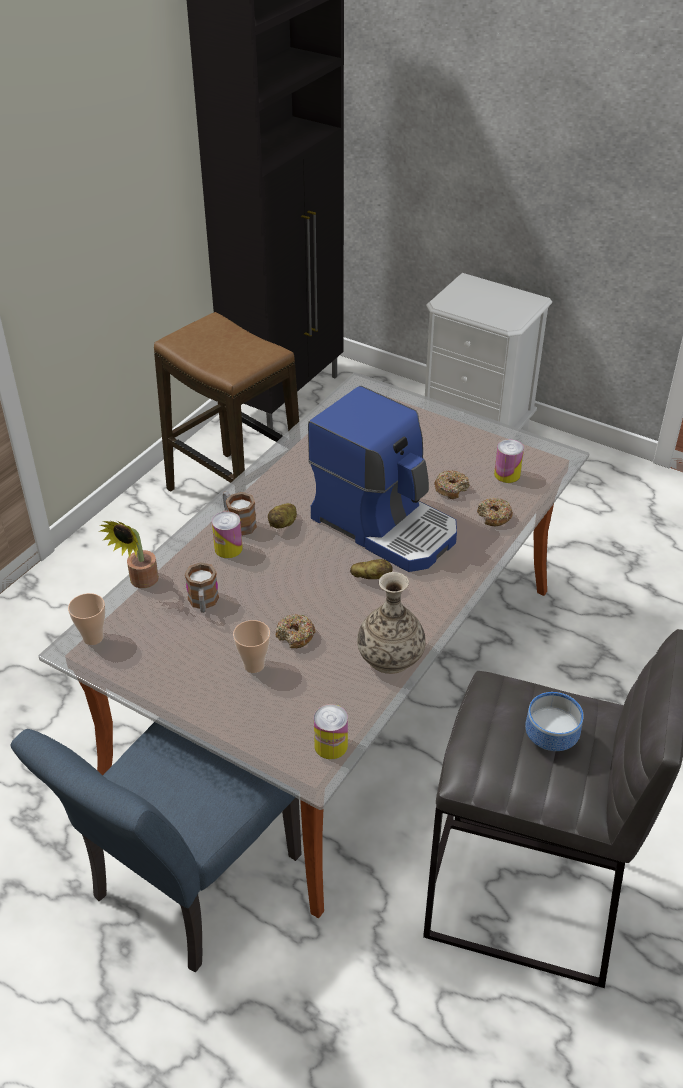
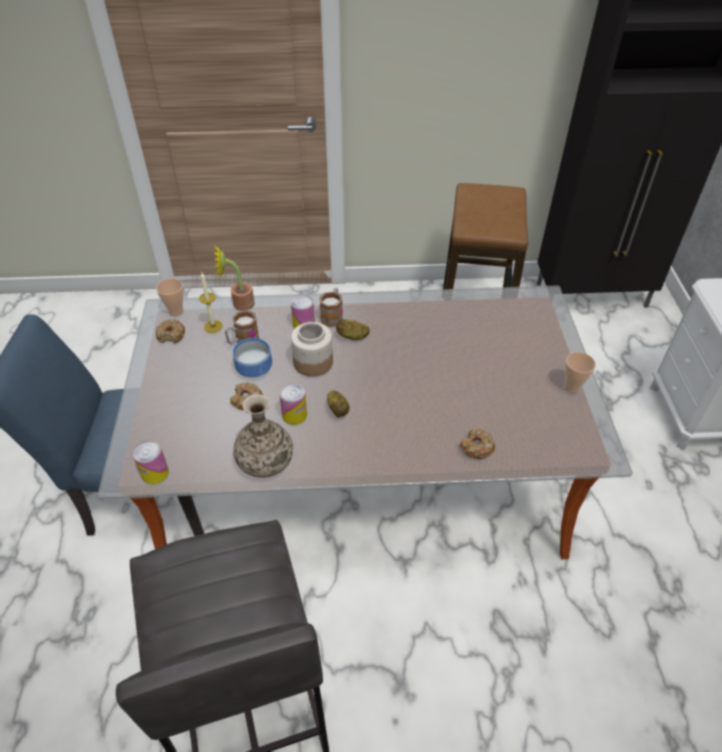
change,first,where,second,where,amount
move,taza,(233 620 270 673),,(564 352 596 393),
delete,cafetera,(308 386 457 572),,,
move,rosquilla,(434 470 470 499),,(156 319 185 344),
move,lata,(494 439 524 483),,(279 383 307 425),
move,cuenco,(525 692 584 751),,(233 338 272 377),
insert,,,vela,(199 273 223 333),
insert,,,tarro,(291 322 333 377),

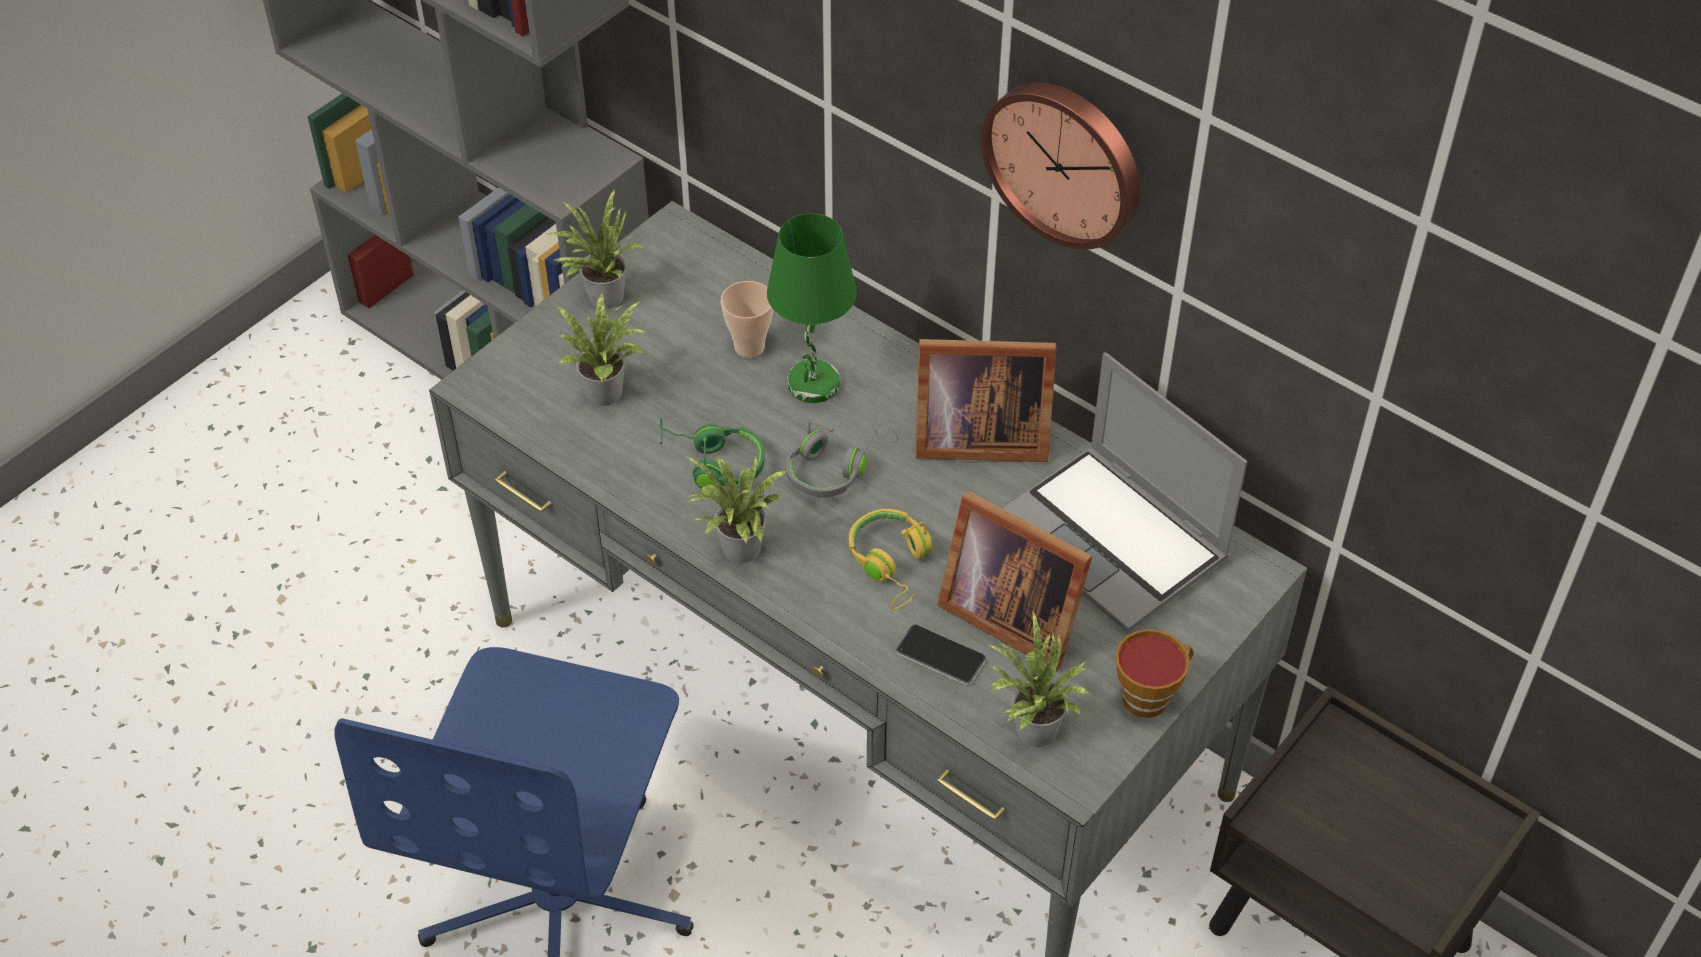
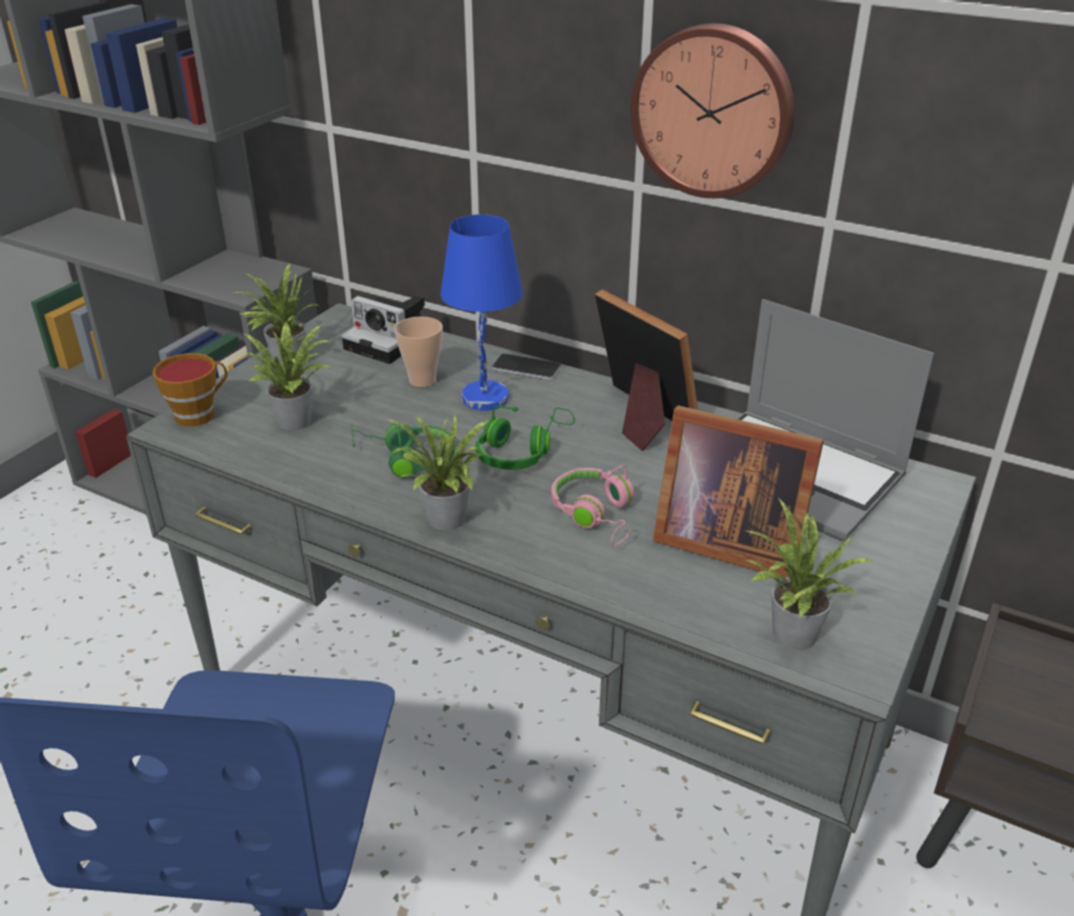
change,first,where,second,where,amount
recolor,lámpara de mesa [verde],(767 213 857 403),lámpara de mesa [azul],(440 214 523 411),
recolor,auriculares [gris],(786 421 898 498),auriculares [verde],(476 406 575 470),
recolor,auriculares [amarillo],(849 509 933 610),auriculares [rosa],(551 465 634 546),
move,móvil,(896 624 986 685),,(492 353 561 380),
rotate,portarretratos,(915 339 1056 462),,(595 289 698 451),120 degrees counterclockwise
move,taza,(1115 629 1194 718),,(152 353 228 427),
insert,,,cámara,(342 296 425 364),

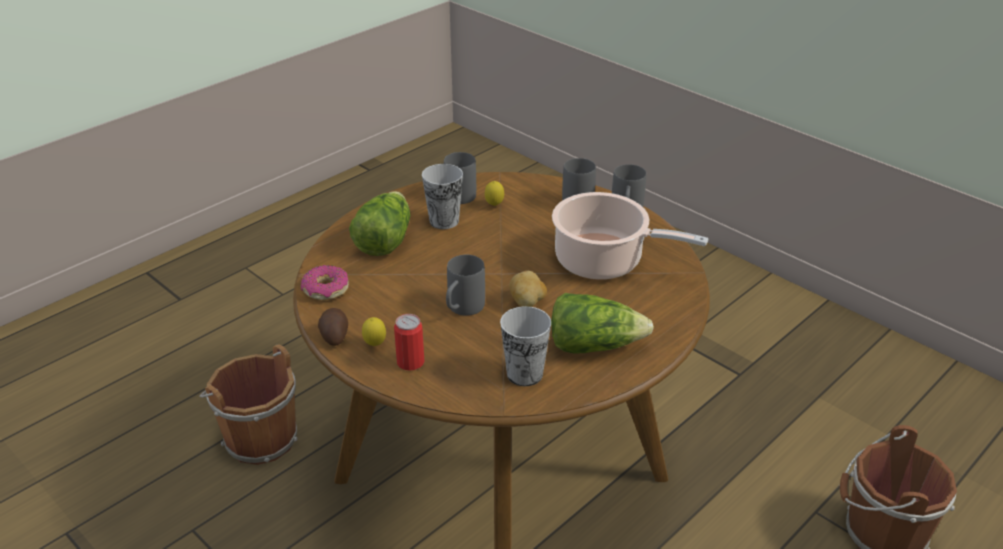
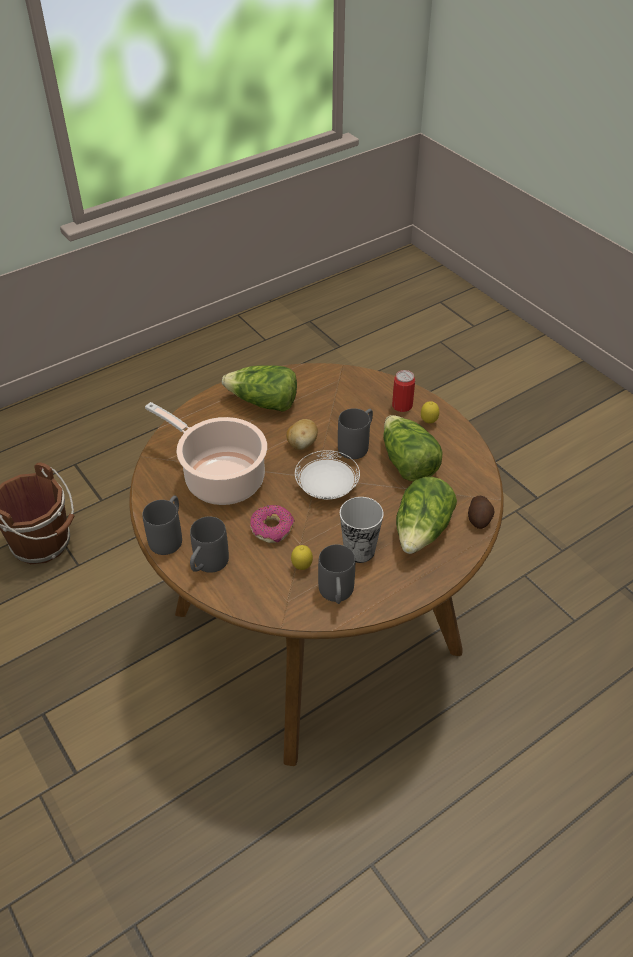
change,first,where,second,where,amount
delete,cubo [marrón],(199 344 298 465),,,
move,rosquilla,(301 265 349 300),,(250 505 295 543),
move,patata,(318 308 348 346),,(468 496 494 529),
delete,taza,(500 306 551 386),,,
insert,,,plato [blanco],(295 450 360 499),
insert,,,lechuga,(383 415 443 482),

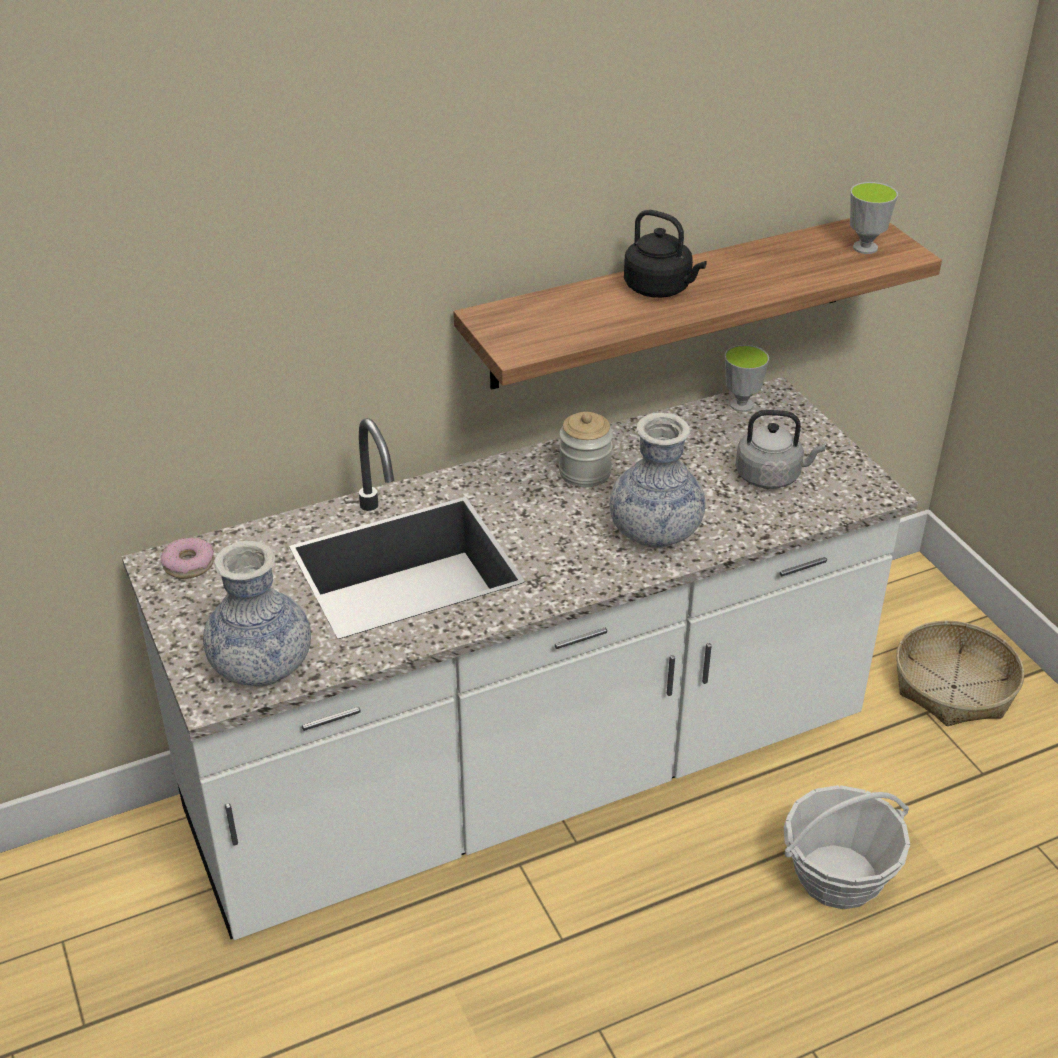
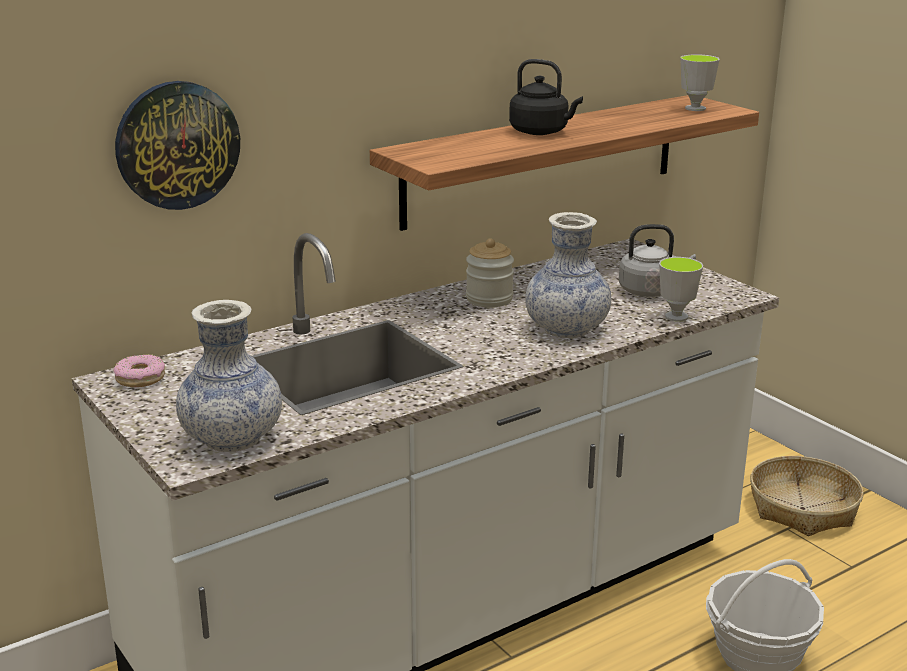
change,first,where,second,where,amount
move,taza,(725 345 769 412),,(659 257 703 322),
insert,,,reloj de pared,(115 81 240 210),

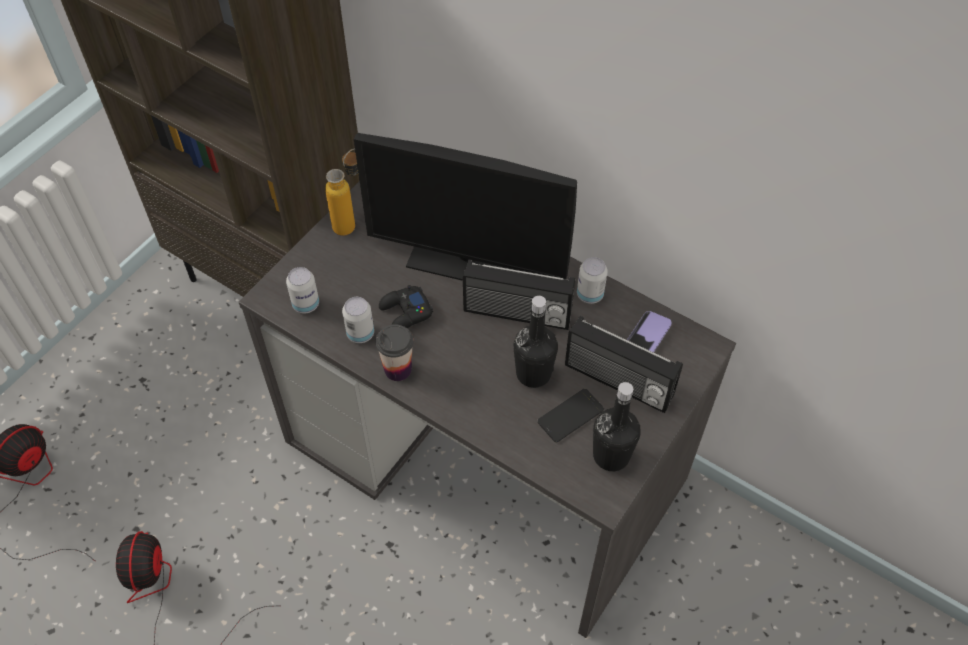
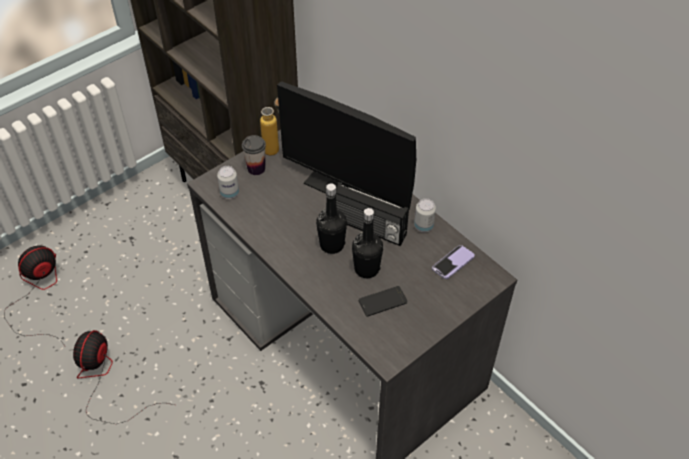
change,first,where,second,where,amount
delete,lata,(342 297 374 343),,,
move,taza,(376 324 413 381),,(242 135 266 175),
delete,mando de consola [negro],(379 285 433 328),,,
delete,radio,(565 316 683 413),,,
move,botella [negro],(593 382 640 471),,(316 184 347 254),

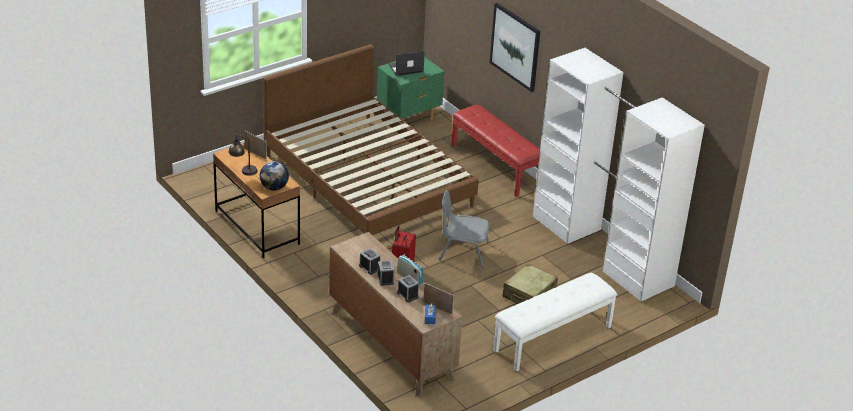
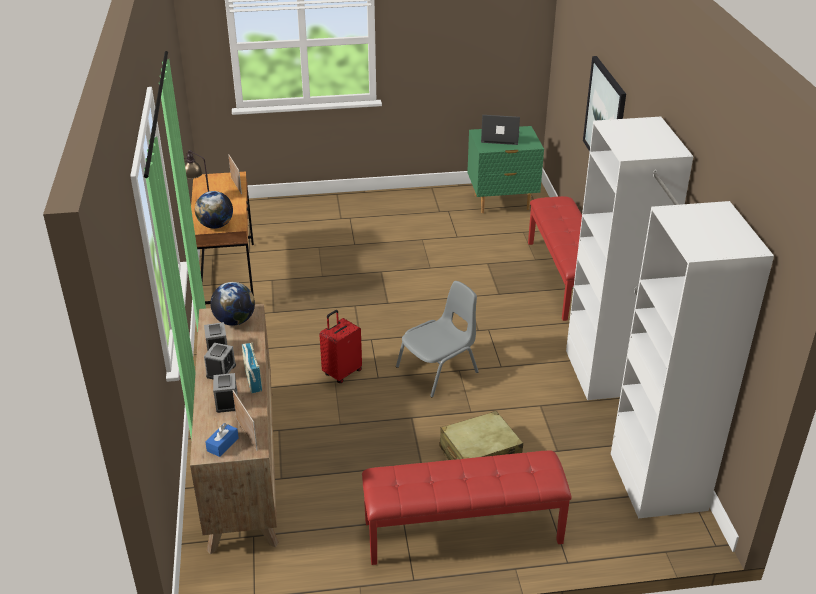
change,first,where,second,where,amount
delete,cama [marrón],(263 44 479 235),,,
rotate,silla [gris],(439 190 489 267),,(396 281 479 397),105 degrees clockwise
recolor,banco [blanco],(493 273 617 371),banco [rojo],(362 451 572 565),
insert,,,globo terráqueo,(210 282 255 326),

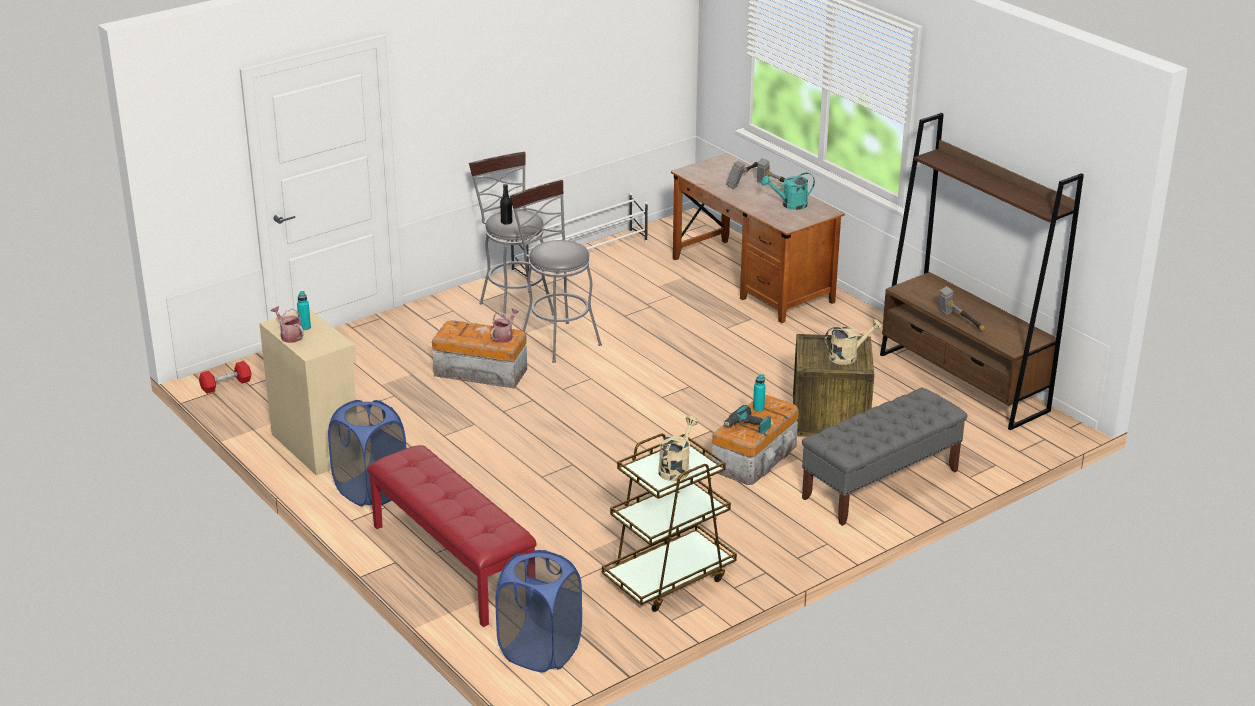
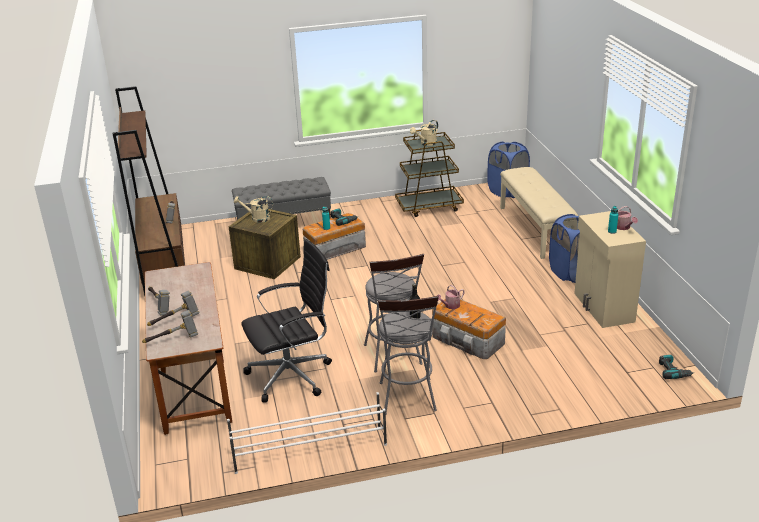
change,first,where,second,where,amount
replace,mancuerna [rojo],(199 361 252 394),taladro,(659 355 694 379),
recolor,banco [rojo],(367 445 537 627),banco [beis],(500 167 578 259),
delete,regadera [turquesa],(762 172 815 210),,,
insert,,,martillo,(142 310 198 343),
insert,,,silla de oficina [negro],(241 239 332 403),

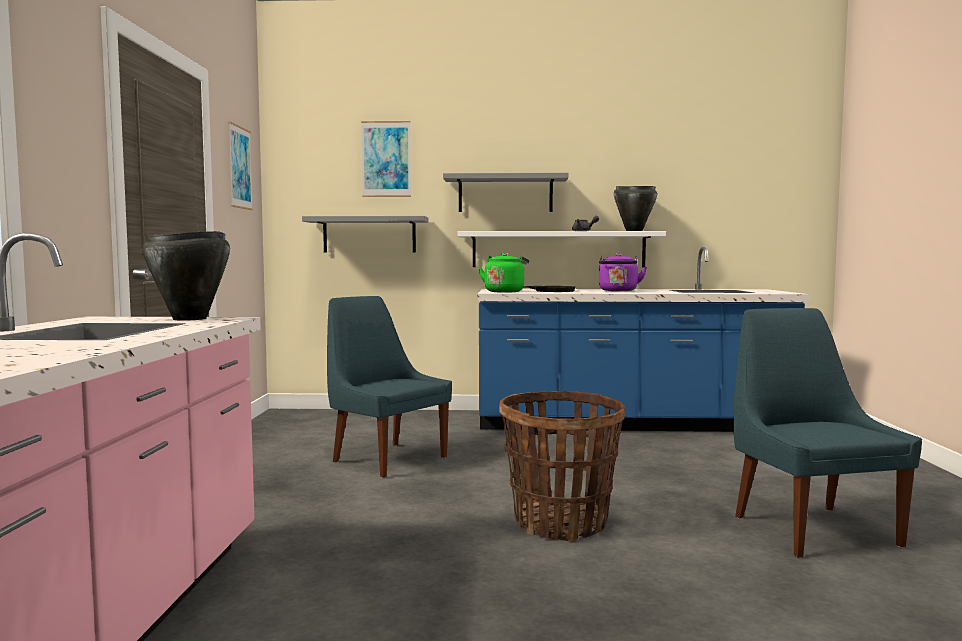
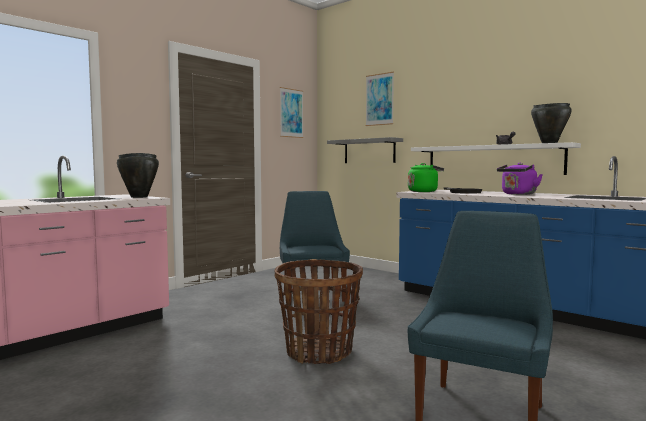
change,first,where,second,where,amount
delete,estante [gris],(443 173 569 212),,,

